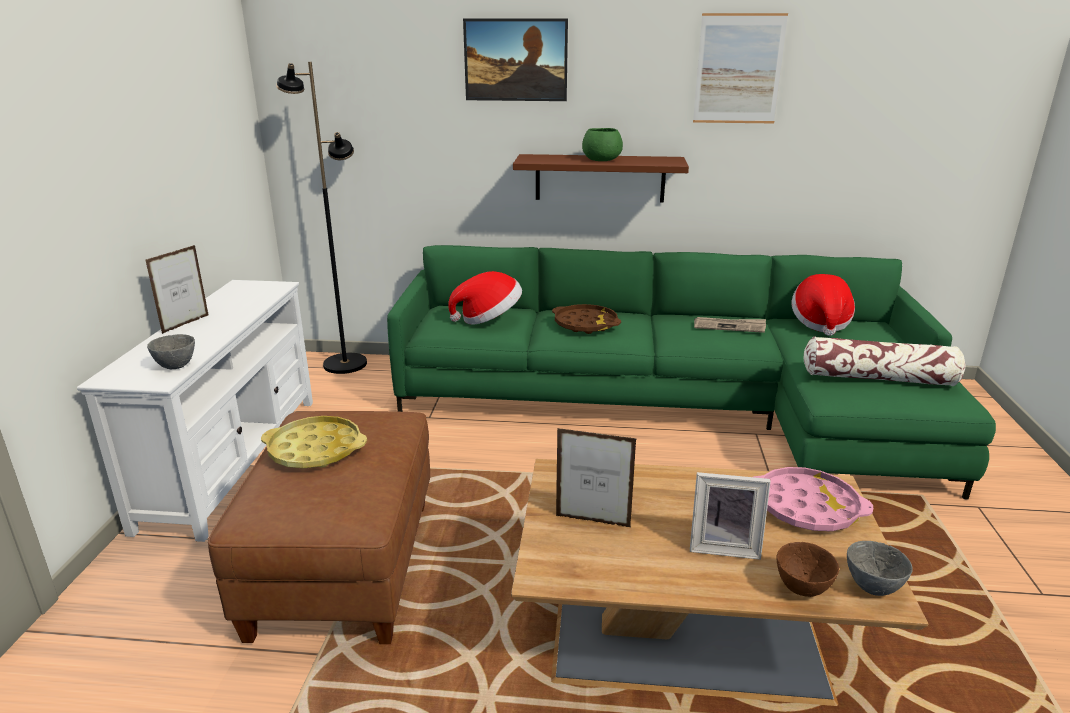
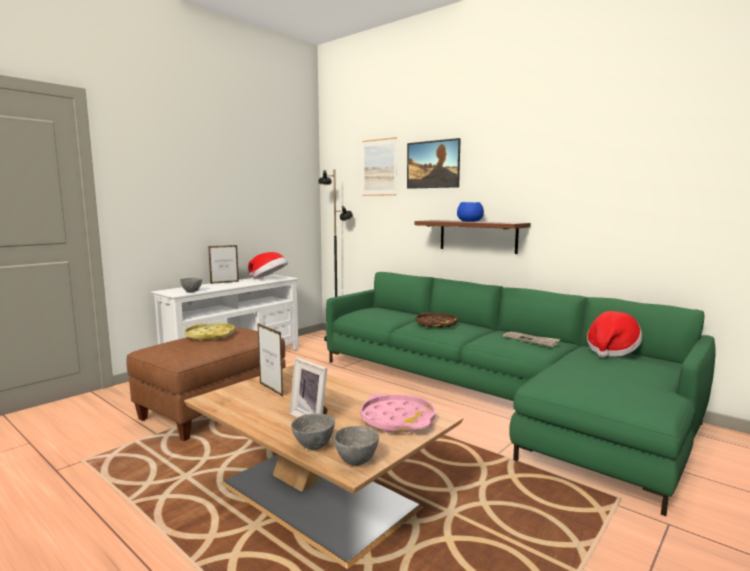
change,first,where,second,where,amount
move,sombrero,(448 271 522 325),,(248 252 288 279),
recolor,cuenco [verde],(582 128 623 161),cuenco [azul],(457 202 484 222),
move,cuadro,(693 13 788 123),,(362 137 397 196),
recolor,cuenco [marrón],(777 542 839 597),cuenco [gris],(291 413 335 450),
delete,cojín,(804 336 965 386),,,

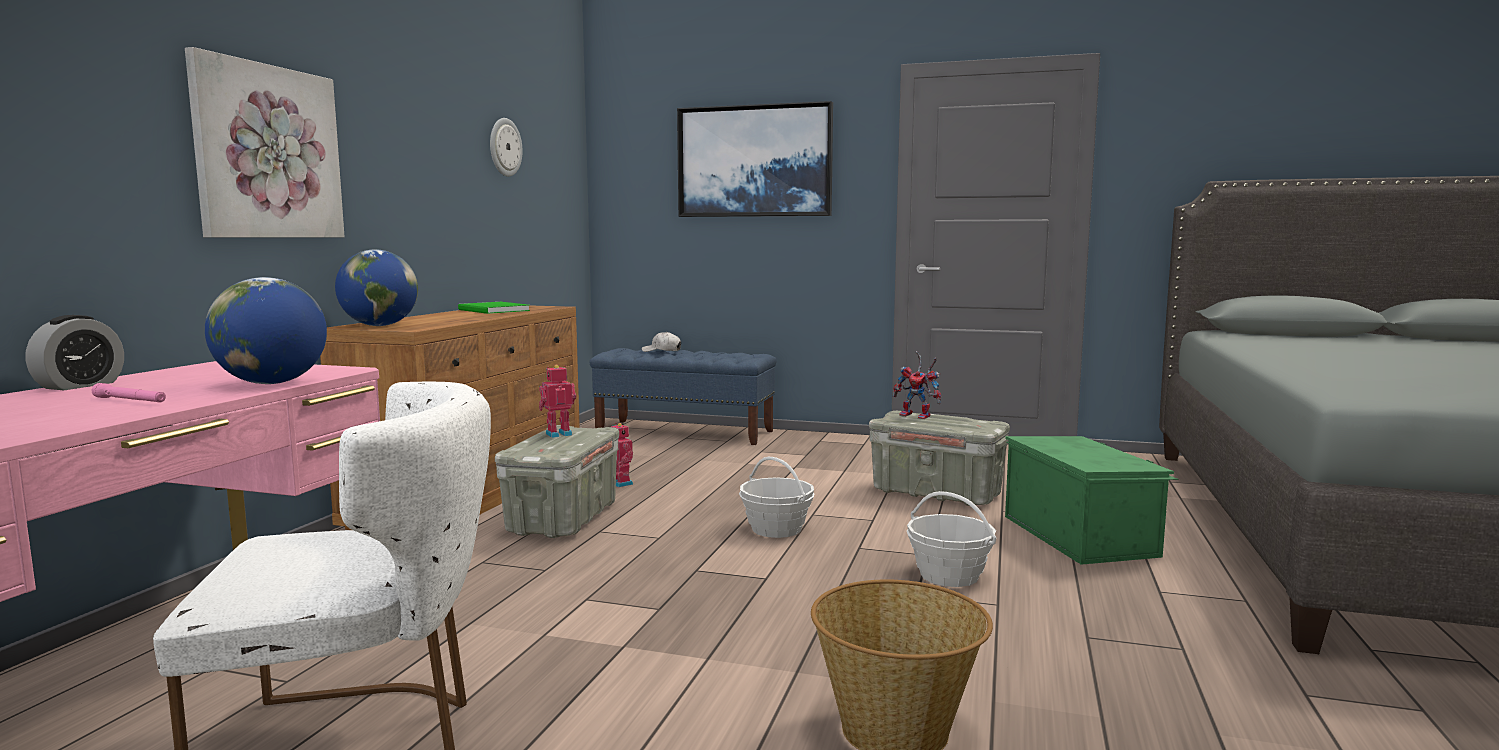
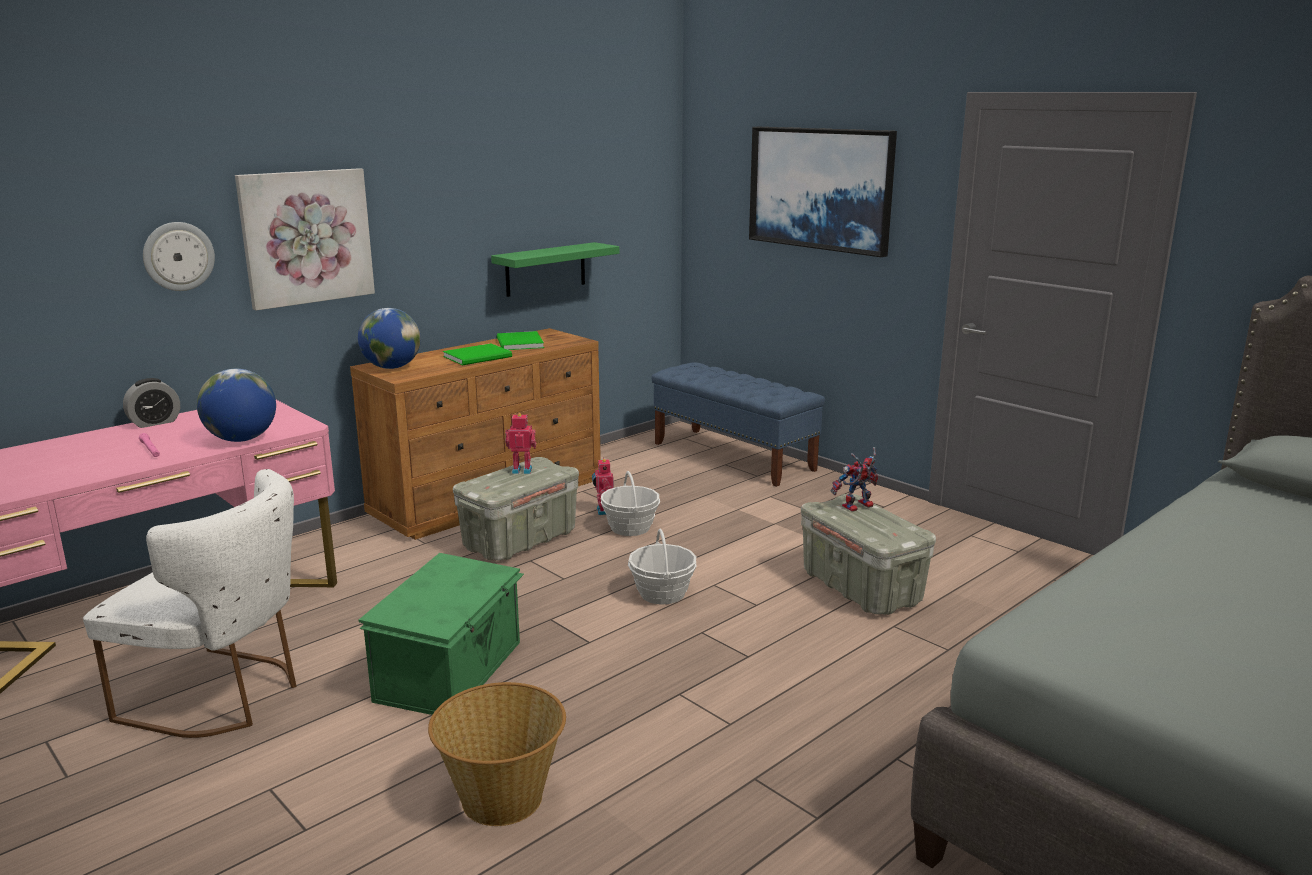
change,first,where,second,where,amount
move,reloj de pared,(490 118 522 177),,(143 222 215 291),
delete,gorra [blanco],(642 332 681 352),,,
rotate,robot de juguete,(893 351 941 419),,(831 447 878 512),90 degrees clockwise
move,cesta,(907 491 997 587),,(601 471 660 536),
move,caja de almacenaje [verde],(1005 436 1179 565),,(359 553 524 715),
insert,,,libro [verde],(443 343 512 365),
insert,,,estante [verde],(491 242 619 297),

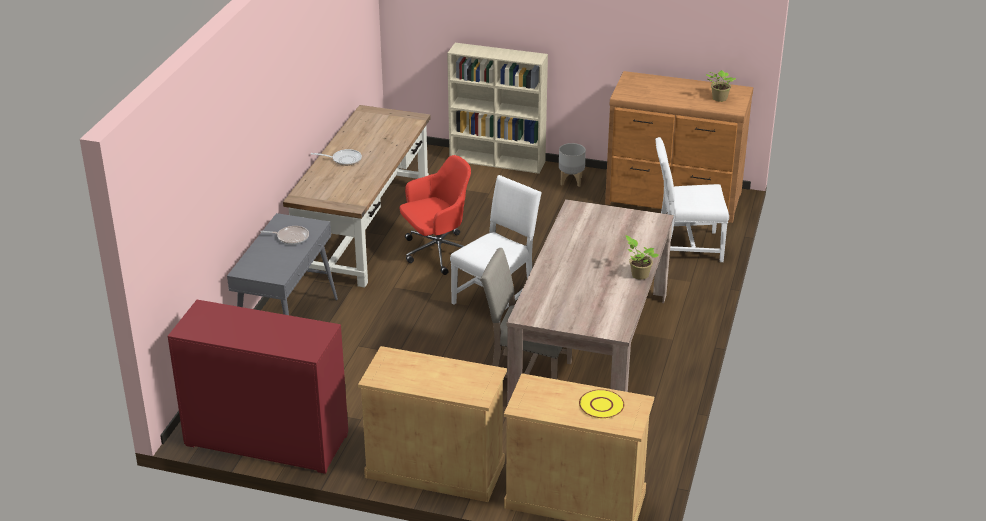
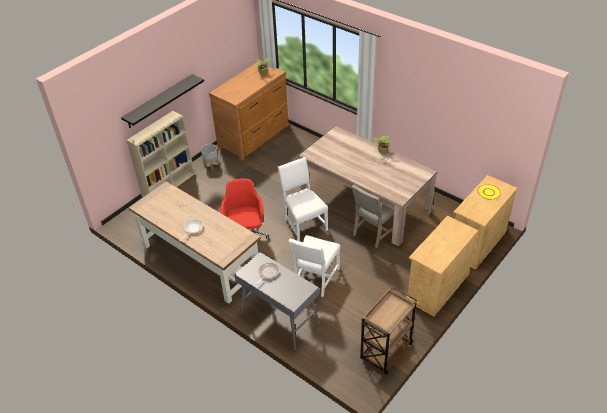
change,first,where,second,where,amount
replace,cómoda [rojo],(168 300 348 474),carrito [marrón],(360 287 417 375),
move,silla [blanco],(655 137 729 262),,(289 235 340 297),
insert,,,estante [negro],(121 74 204 128),

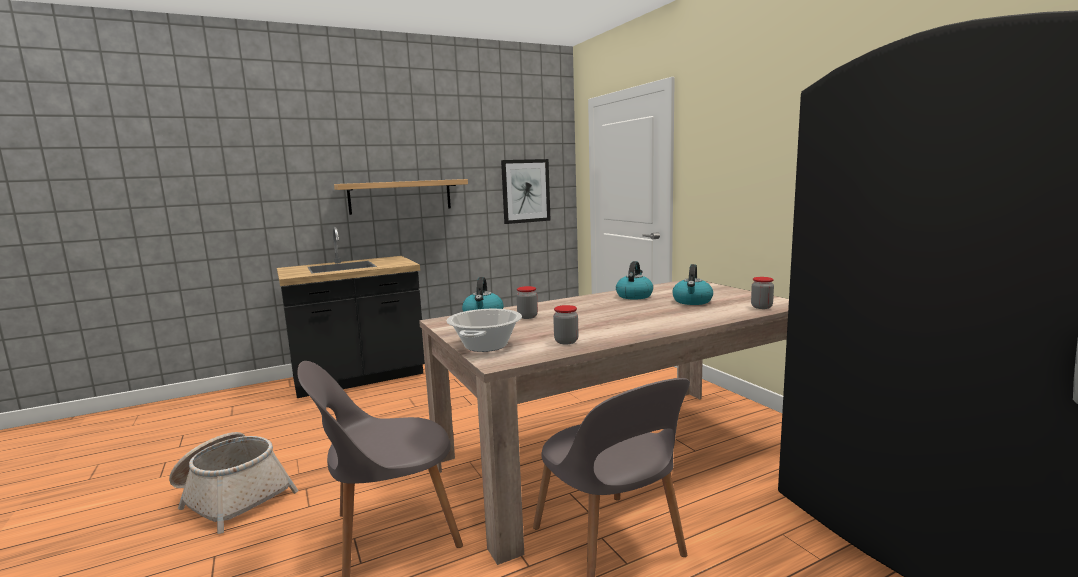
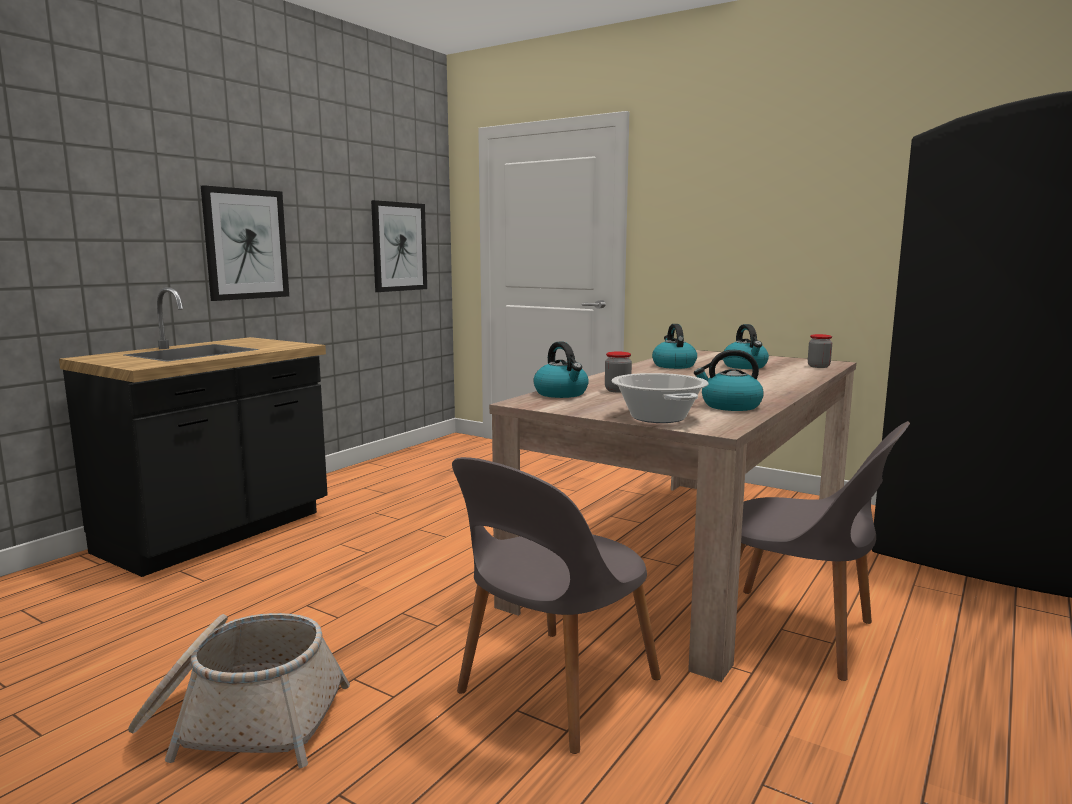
change,first,where,second,where,amount
replace,estante,(334 179 468 215),cuadro,(201 185 289 301),
replace,tarro,(553 305 579 344),hervidor,(694 349 764 411),

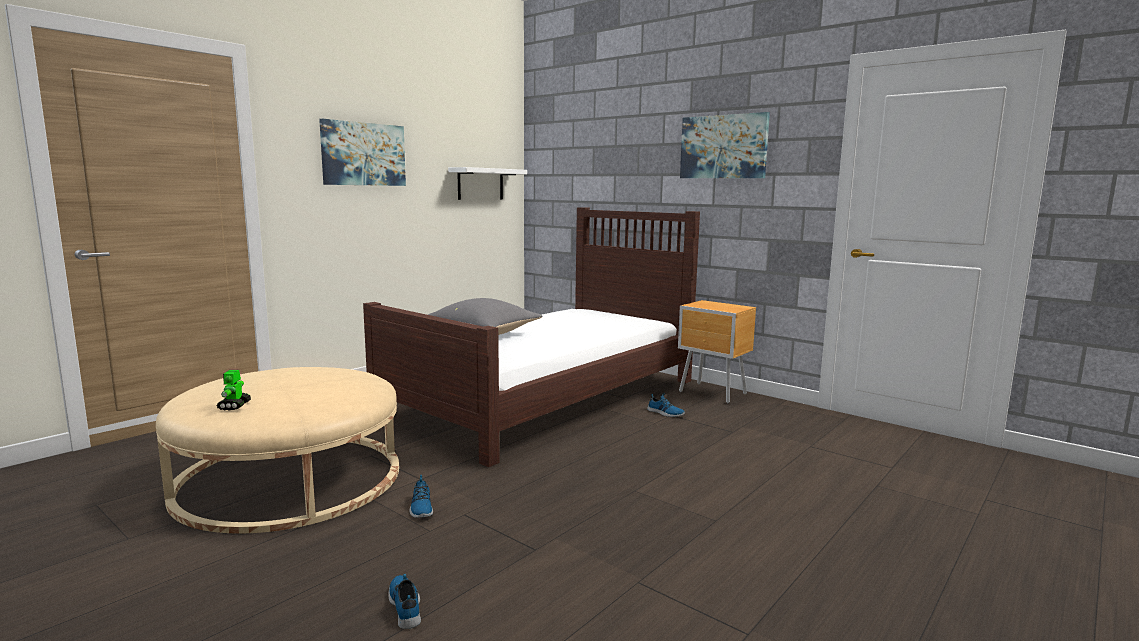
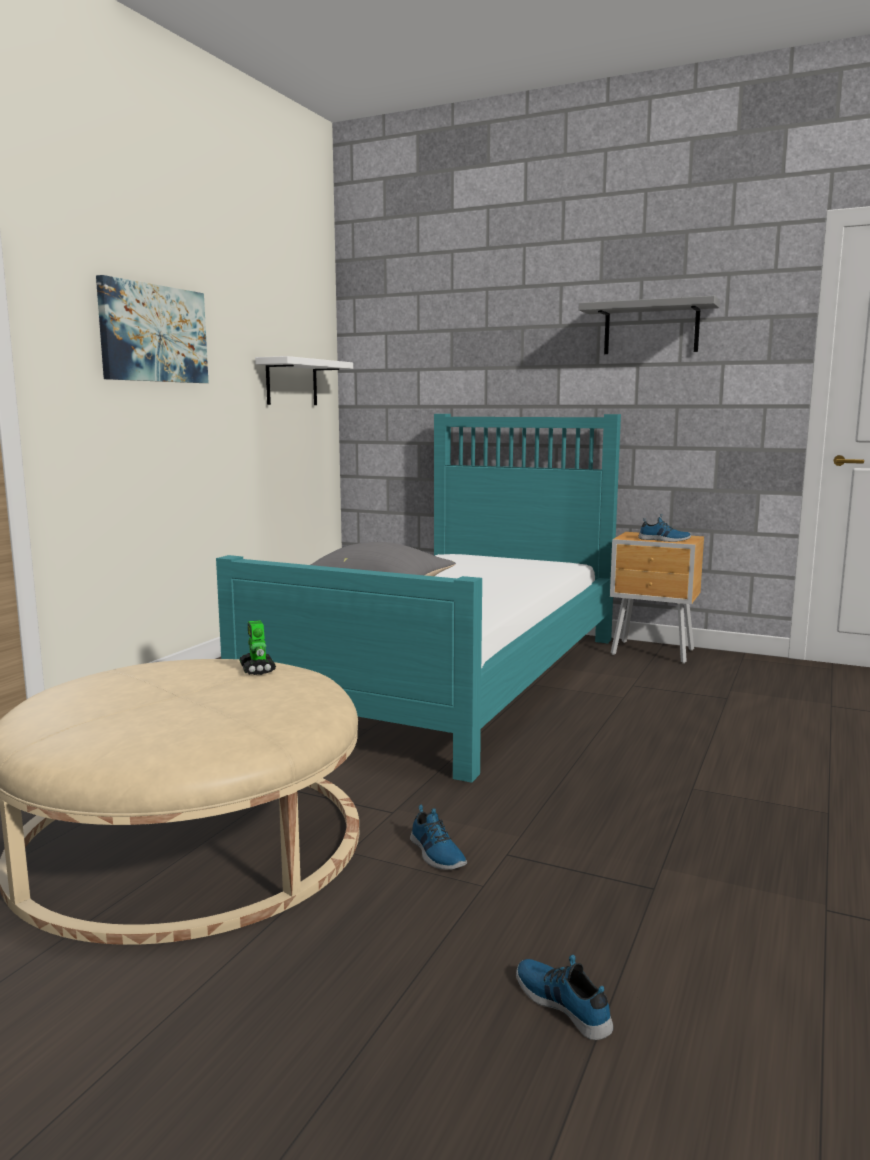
change,first,where,second,where,amount
move,robot de juguete,(216 370 251 411),,(239 620 276 675),
recolor,cama [marrón],(363 207 700 467),cama [turquesa],(216 414 621 783),
move,zapato,(647 393 685 417),,(639 514 691 542),
replace,cuadro,(680 112 770 178),estante [gris],(579 296 720 354),

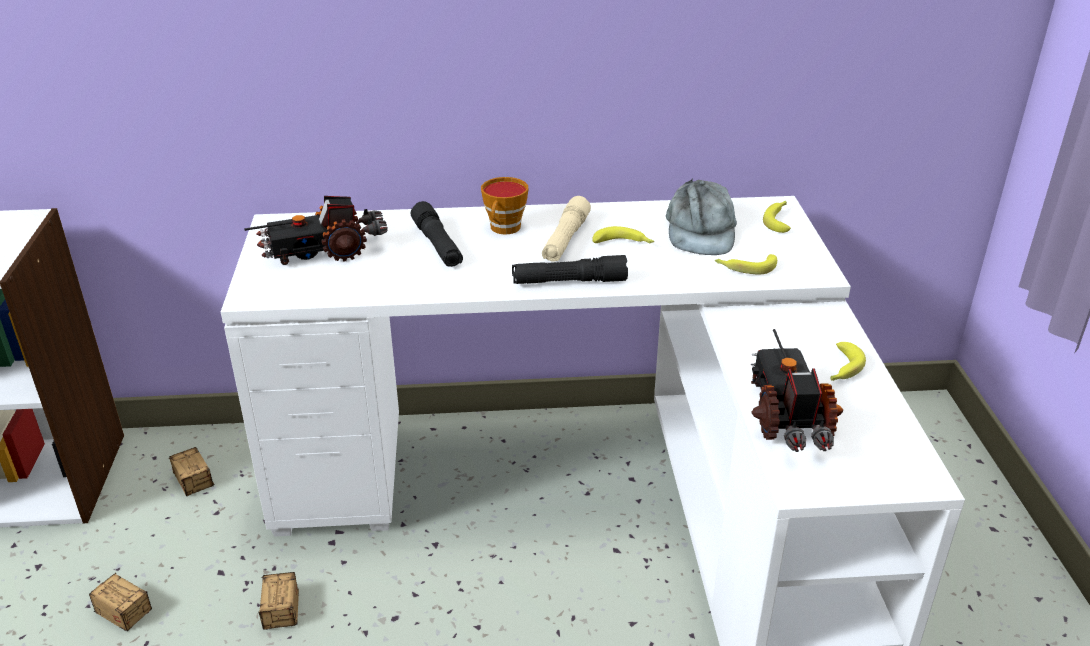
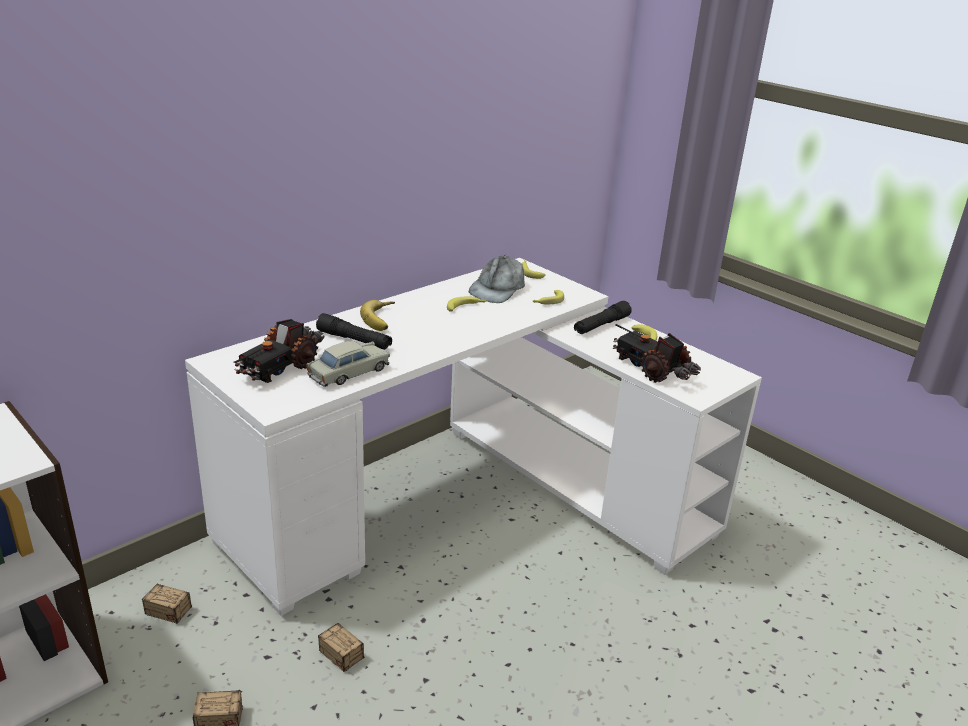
change,first,where,second,where,amount
replace,taza,(481 177 528 234),plátano,(360 300 395 331),
move,linterna [negro],(512 255 628 284),,(574 301 632 334),
delete,linterna [beis],(542 196 591 262),,,
rotate,gorra [gris],(666 178 737 255),,(469 255 525 303),60 degrees clockwise
insert,,,coche de juguete [beis],(306 341 390 387),

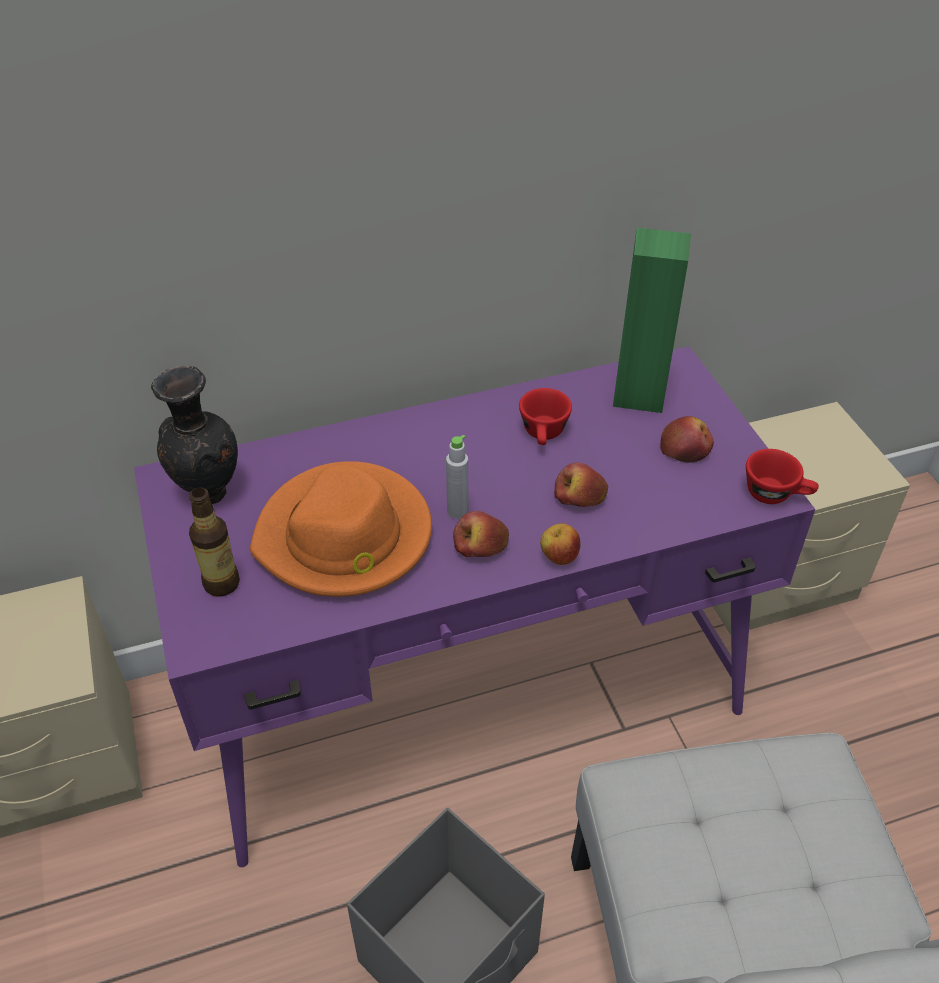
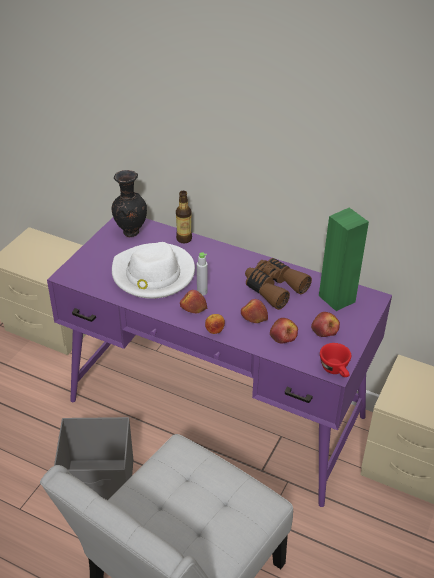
change,first,where,second,where,amount
move,botella,(189 488 240 597),,(176 191 192 243),
recolor,sombrero [naranja],(250 461 432 597),sombrero [blanco],(112 242 195 299),
replace,taza [rojo],(519 388 572 445),prismáticos [marrón],(245 258 312 310),
insert,,,manzana,(270 318 298 343),

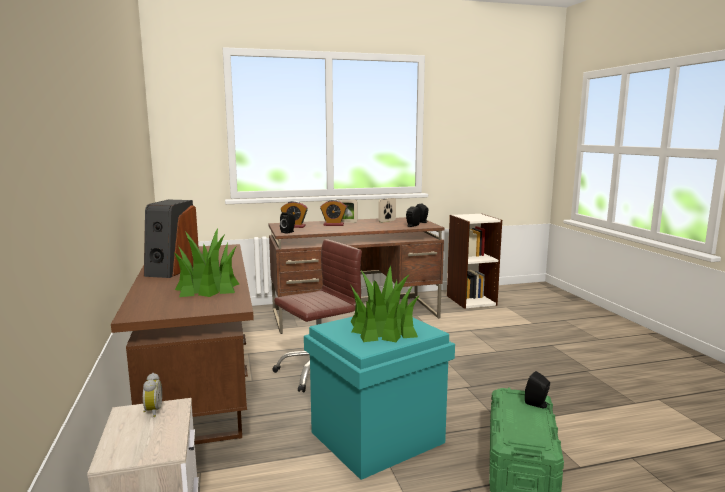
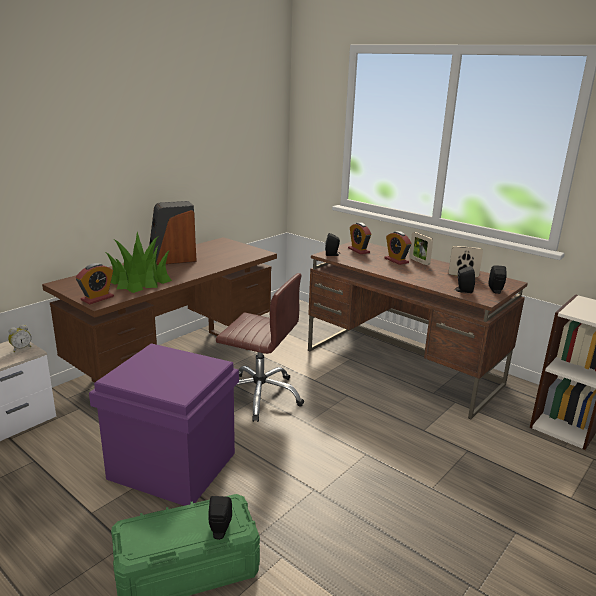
change,first,where,second,where,amount
recolor,caja de almacenaje [turquesa],(304 317 455 480),caja de almacenaje [morado],(89 343 239 506),
delete,planta en maceta,(351 266 420 342),,,
insert,,,despertador,(76 263 114 304),

